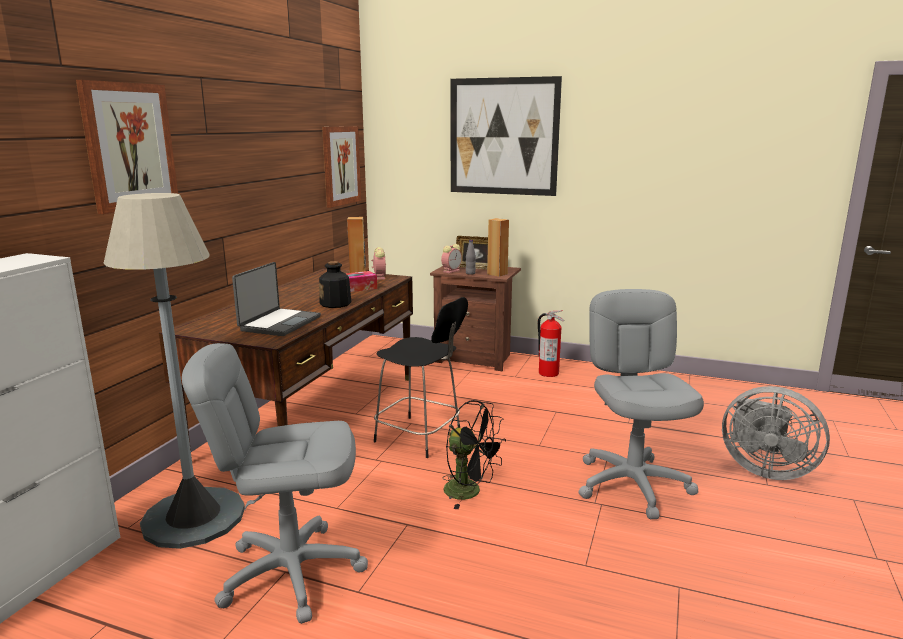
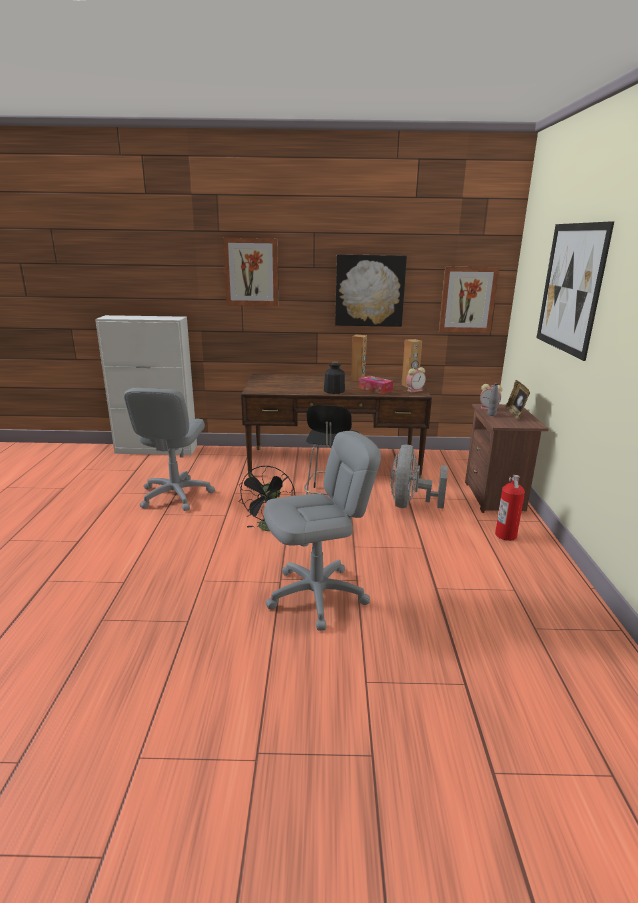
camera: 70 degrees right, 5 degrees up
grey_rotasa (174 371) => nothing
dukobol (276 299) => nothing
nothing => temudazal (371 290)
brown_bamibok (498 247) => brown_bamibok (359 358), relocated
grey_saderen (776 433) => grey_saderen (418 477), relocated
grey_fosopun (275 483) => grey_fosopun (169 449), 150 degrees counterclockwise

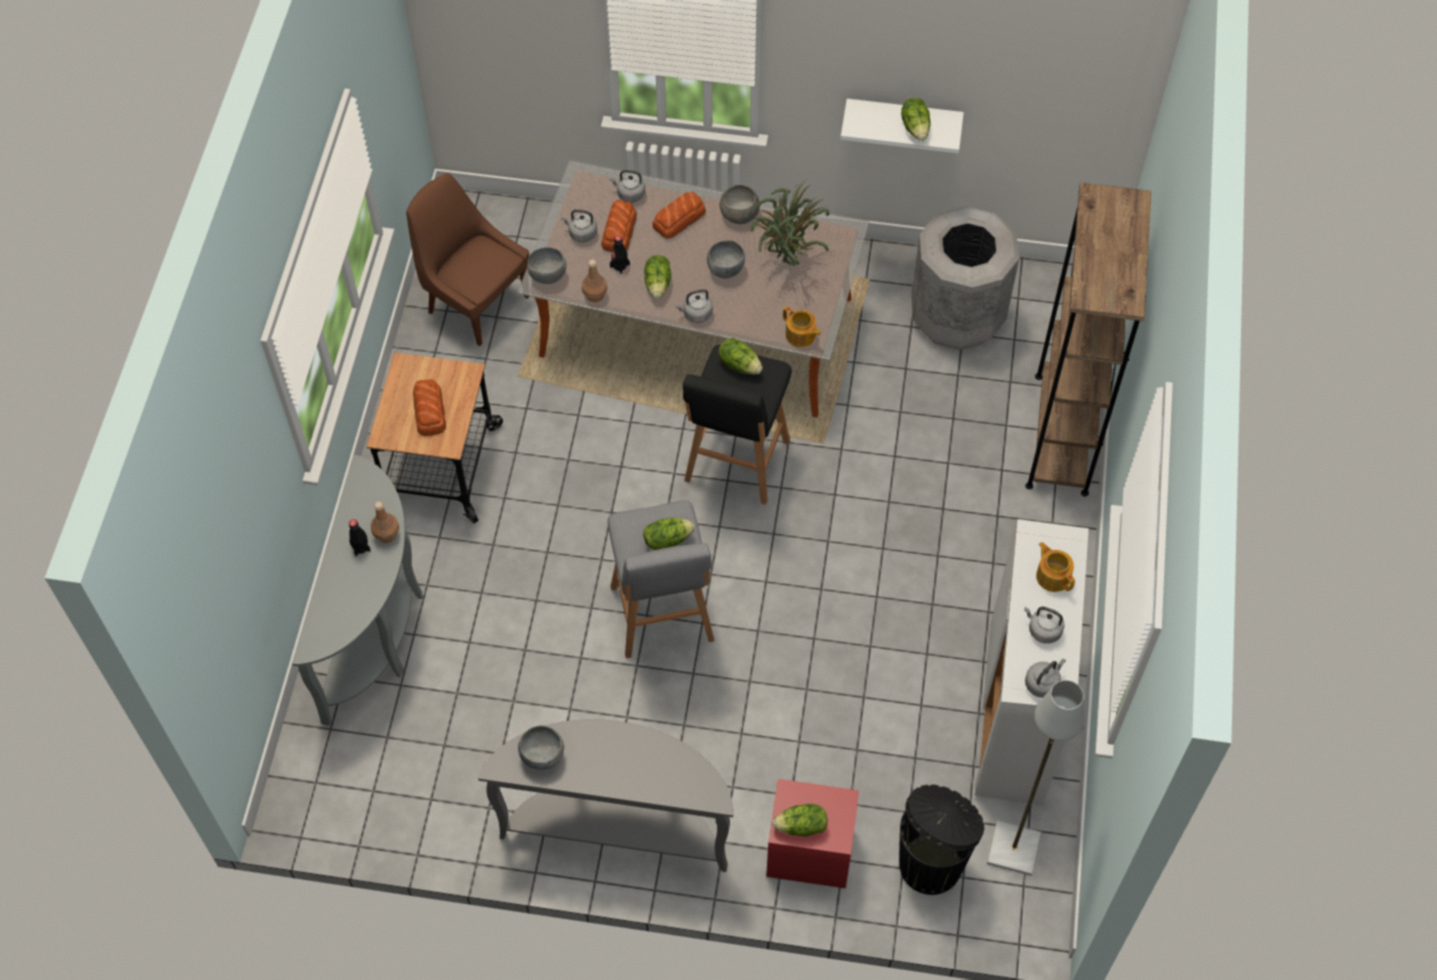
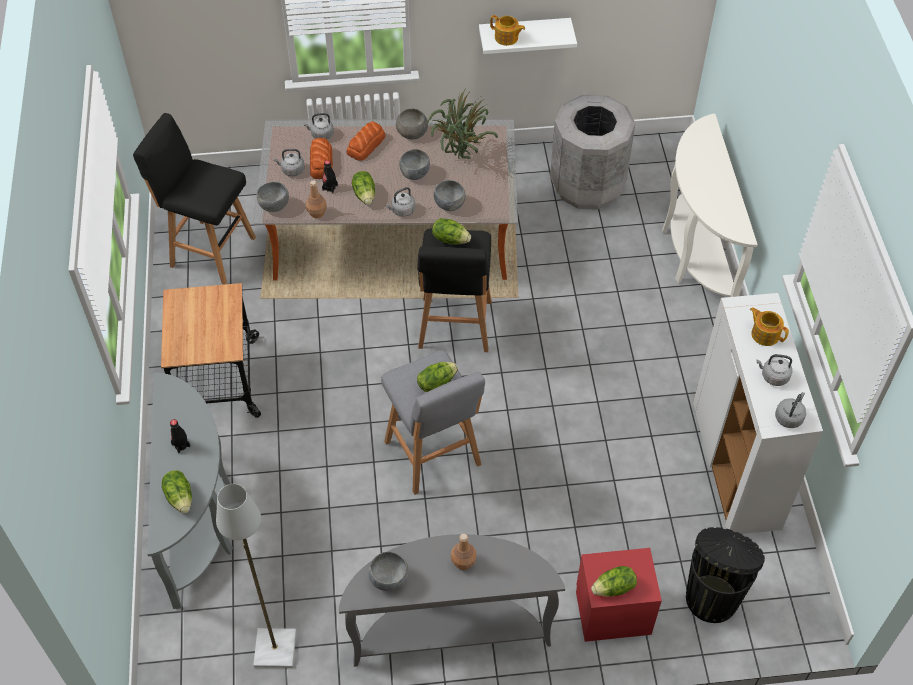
camera: 15 degrees left, 5 degrees down
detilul (429 407) => nothing
nothing => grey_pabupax (450 195)
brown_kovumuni (385 522) => brown_kovumuni (464 551), relocated
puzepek (802 326) => puzepek (507 30), relocated
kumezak (916 119) => kumezak (177 491), relocated
grey_rotasa (1036 778) => grey_rotasa (256 576), relocated
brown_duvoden (467 259) => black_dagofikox (194 199)
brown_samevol (1088 339) => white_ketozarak (710 205)

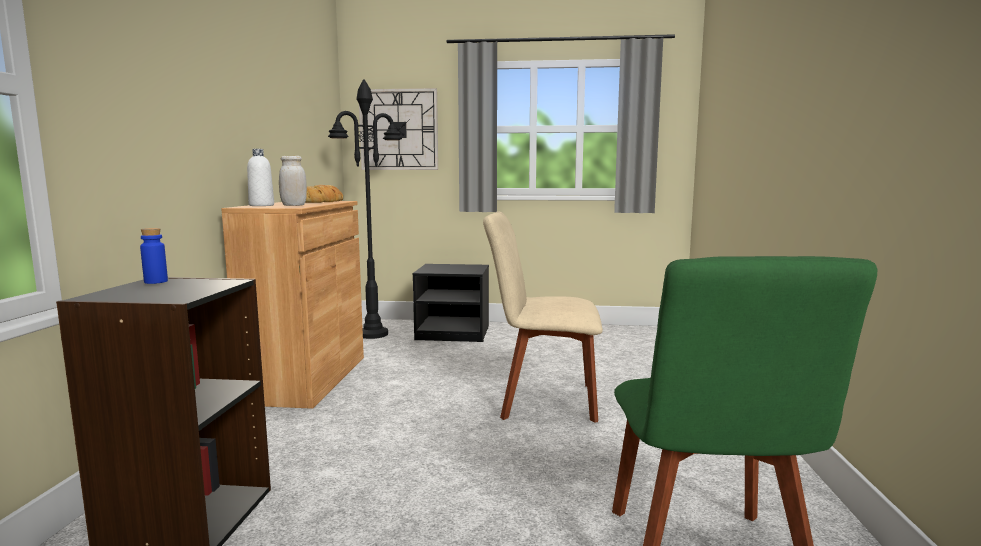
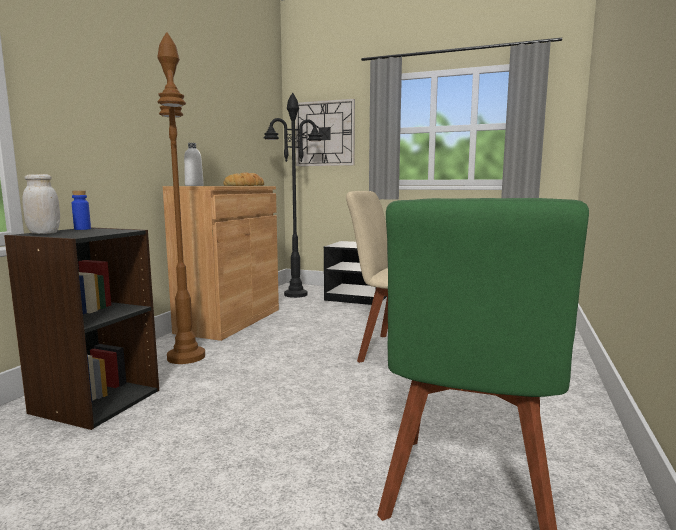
camera: 15 degrees right, 0 degrees up
nothing => brown_rotasa (181 198)
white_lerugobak (293 181) => white_lerugobak (41 204), relocated

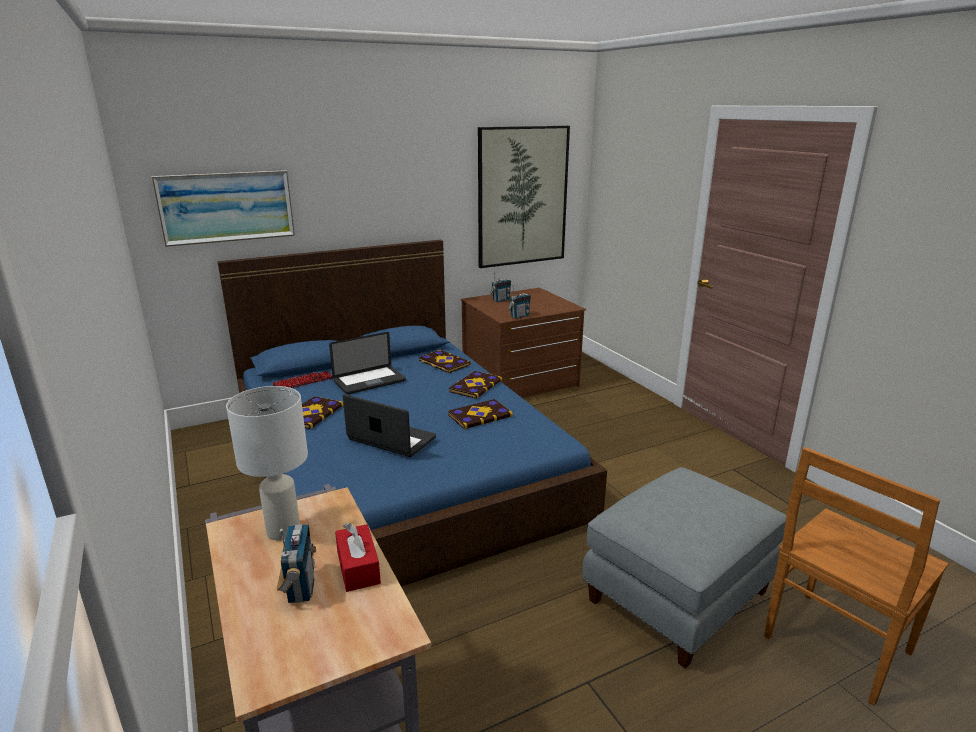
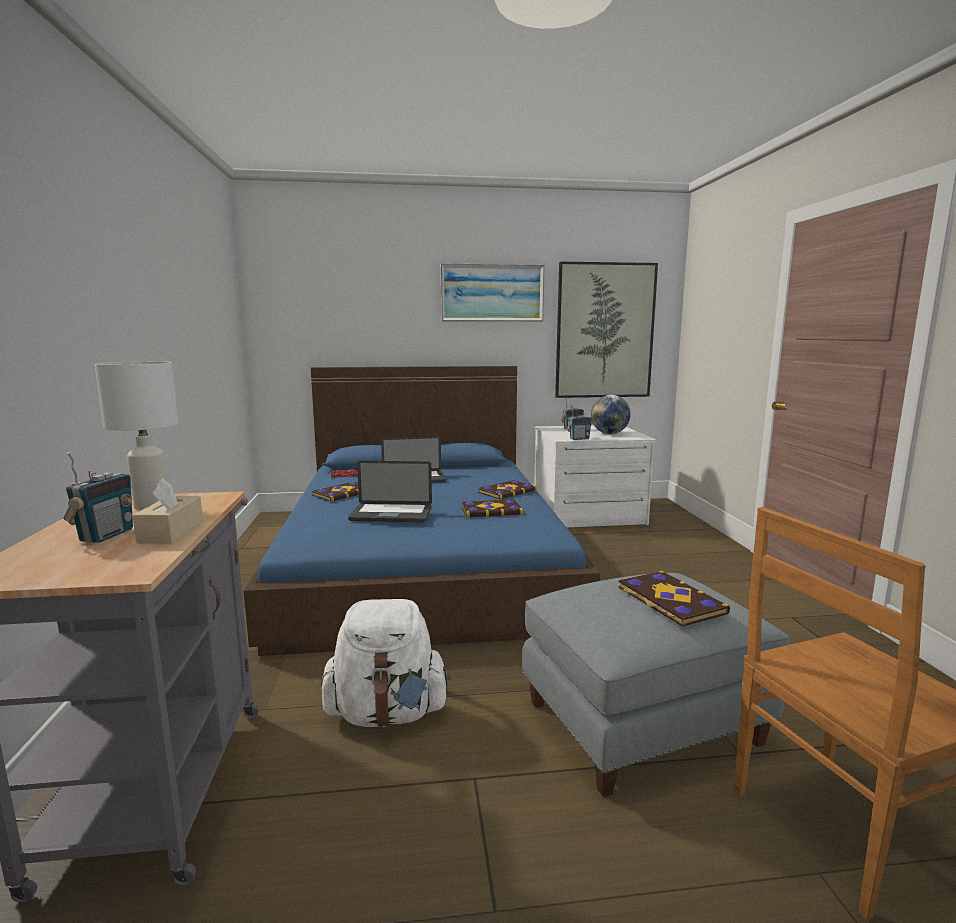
camera: 20 degrees right, 10 degrees down
nothing => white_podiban (386 663)
nothing => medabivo (611 414)
temudazal (223 208) => temudazal (493 292), relocated
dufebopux (445 361) => dufebopux (674 599), relocated
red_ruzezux (358 557) => beige_ruzezux (167 510)
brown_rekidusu (523 343) => white_rekidusu (595 476)
dukobol (389 425) => dukobol (390 491), 135 degrees clockwise

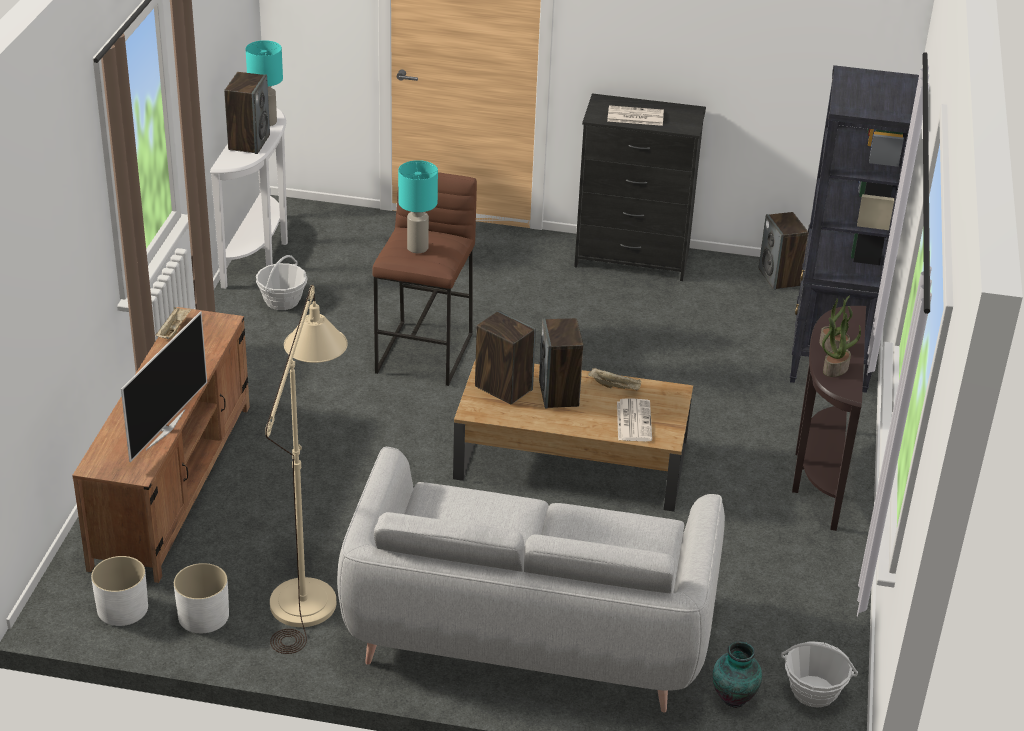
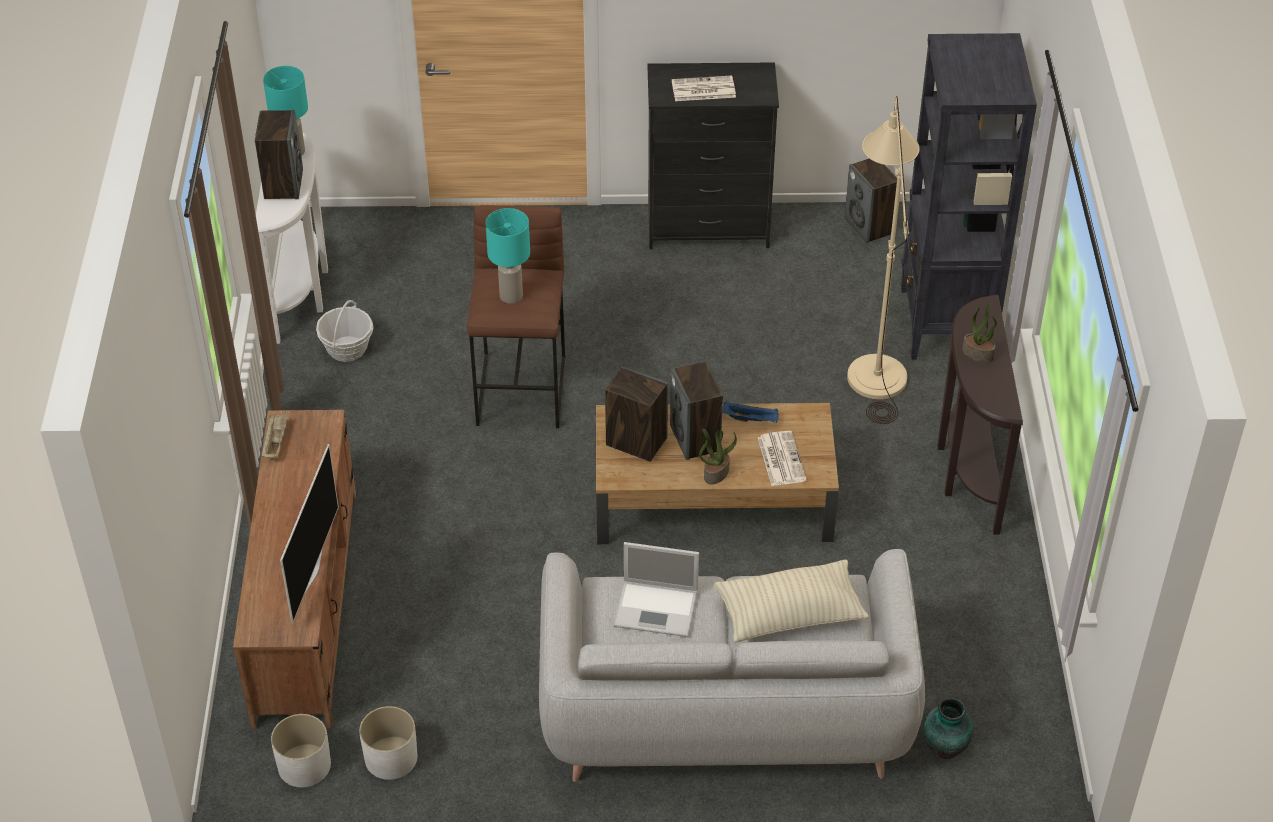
camera: 10 degrees left, 10 degrees up
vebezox (819 674) => nothing
nothing => dukobol (656 589)
nothing => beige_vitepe (791 601)
beige_rotasa (306 469) => beige_rotasa (883 260), relocated
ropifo (841 347) => ropifo (718 456), relocated
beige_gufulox (614 378) => blue_gufulox (750 412)

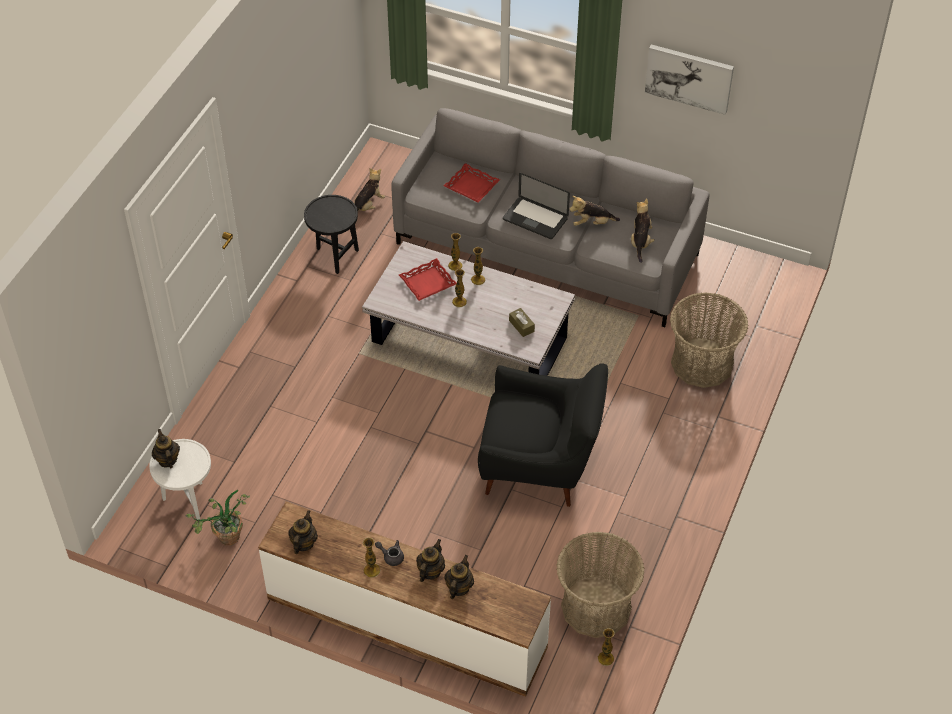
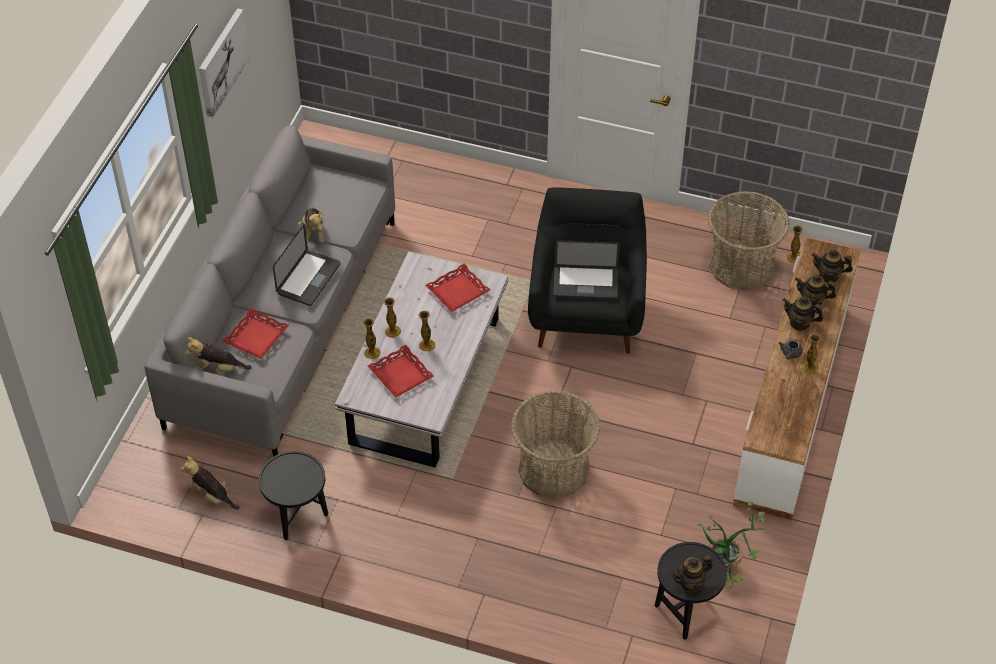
camera: 95 degrees left, 0 degrees up
nothing => dukobol (586 269)
puzepek (303 532) => puzepek (832 266), relocated
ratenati (643 230) => ratenati (218 354), relocated
vebezox (709 340) => vebezox (555 444), relocated
brown_ruzezux (522 322) => red_gufulox (457 288)
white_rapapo (180 479) => black_rapapo (690 591)

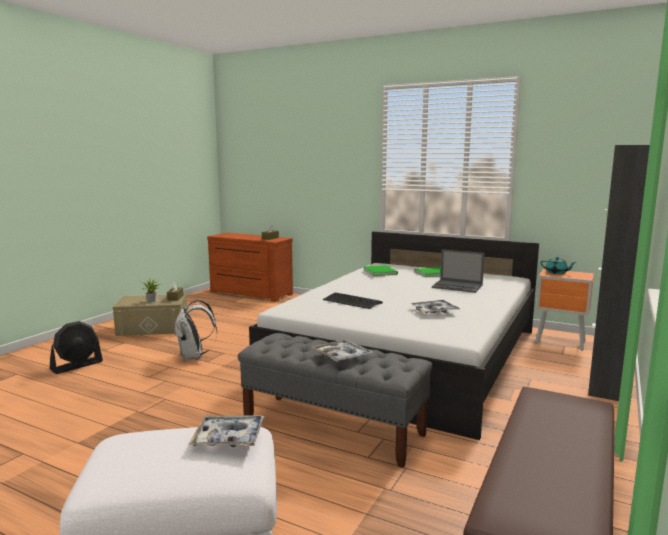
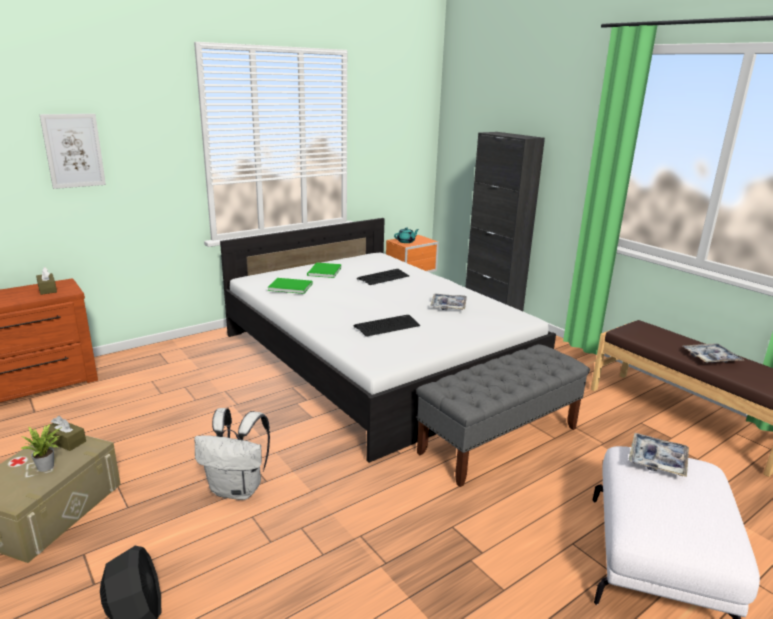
camera: 65 degrees left, 10 degrees up
nothing => temudazal (72 151)
gufulox (343 351) => gufulox (714 353), relocated
dukobol (458 271) => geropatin (383 277)

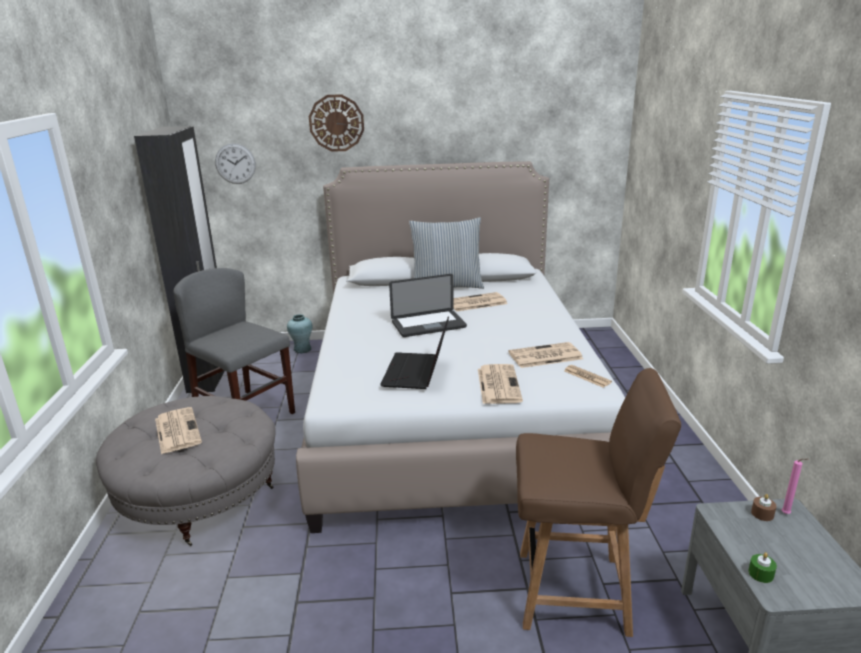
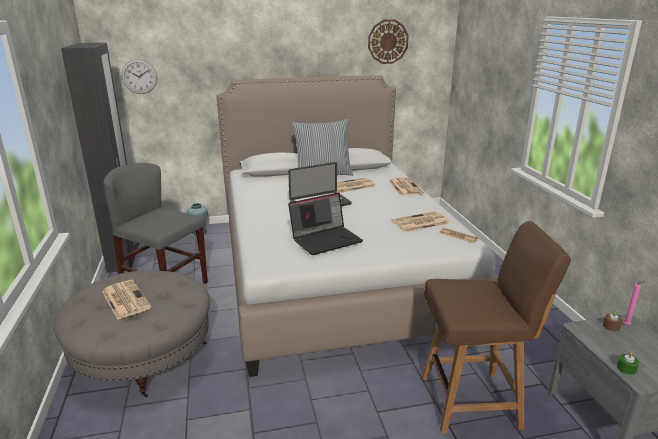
camera: 10 degrees left, 0 degrees up
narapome (336 123) => narapome (388 41), relocated
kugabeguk (500 384) => kugabeguk (406 186), relocated
dukobol (414 353) => dukobol (325 223), 120 degrees counterclockwise

